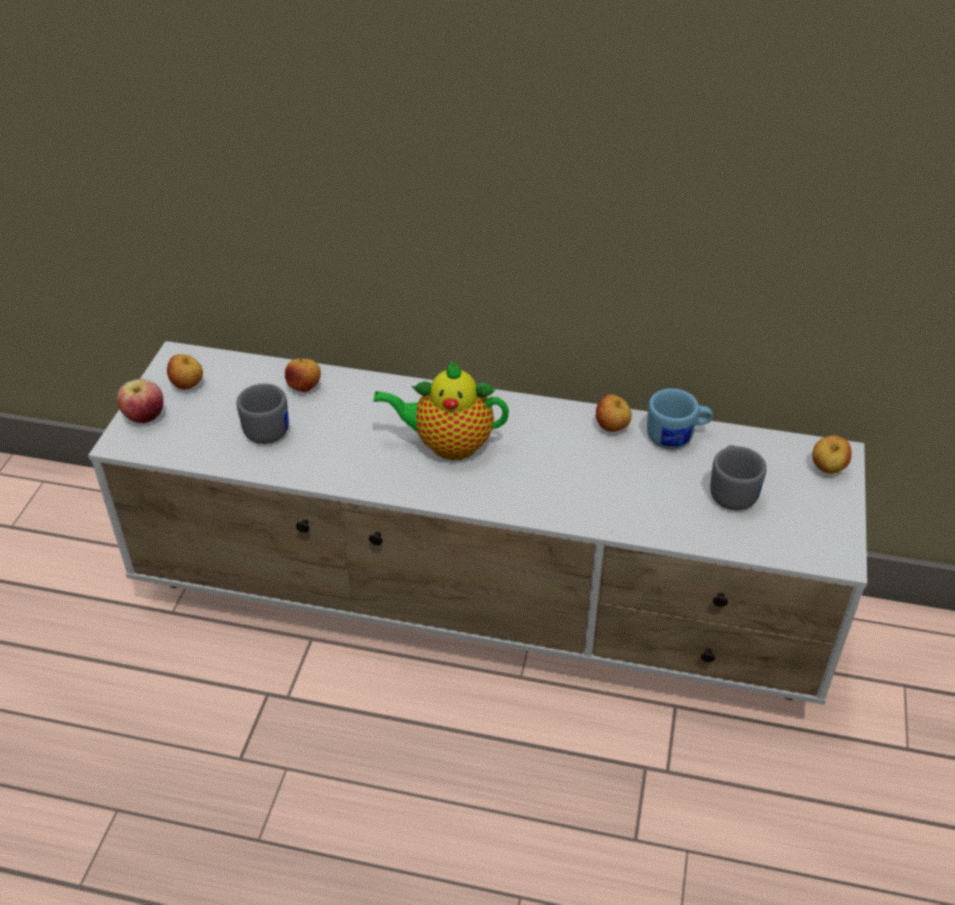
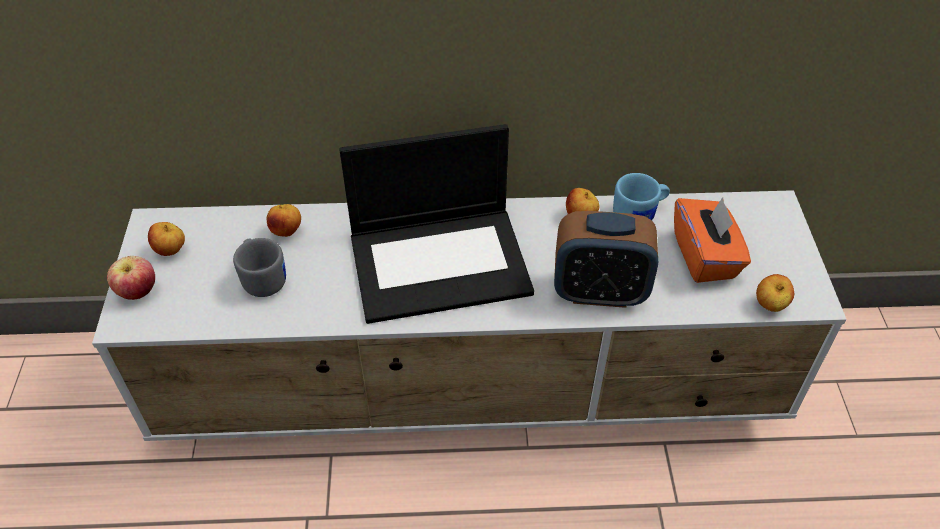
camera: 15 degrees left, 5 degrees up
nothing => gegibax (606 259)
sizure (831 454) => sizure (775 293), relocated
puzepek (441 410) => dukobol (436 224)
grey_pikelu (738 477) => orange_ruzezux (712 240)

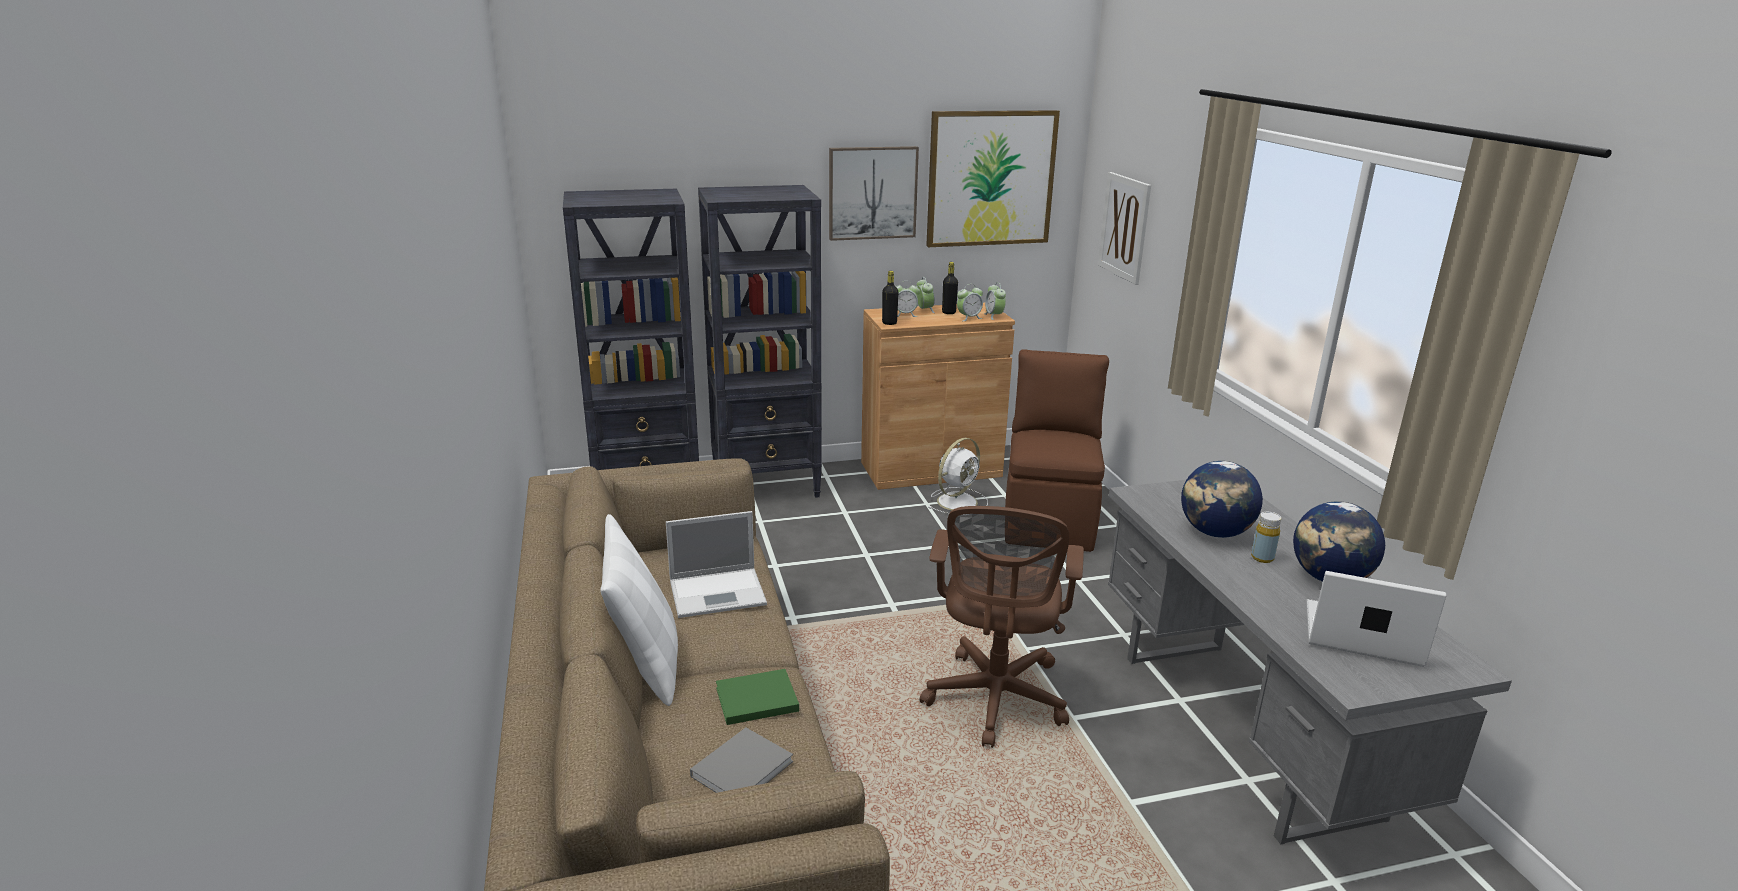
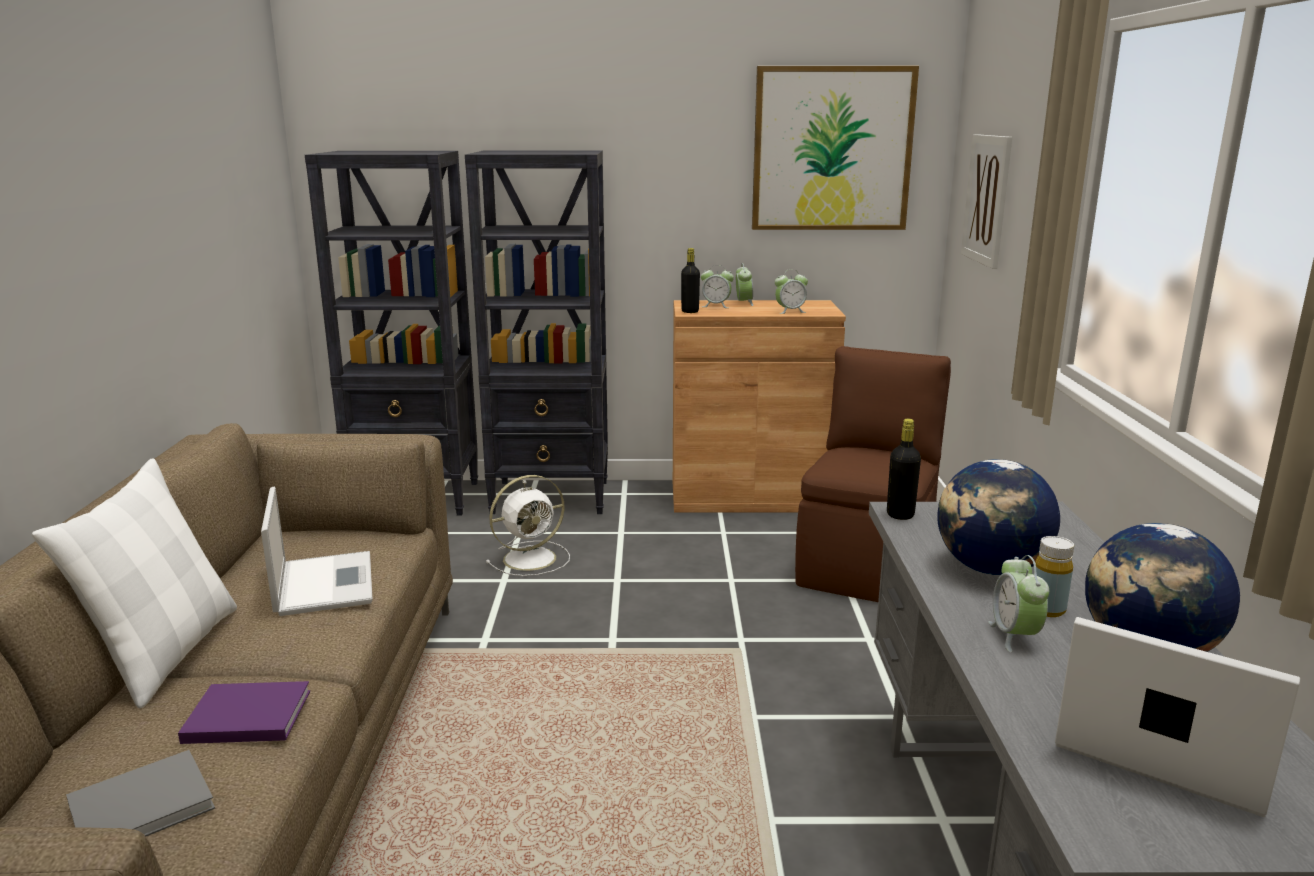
camera: 15 degrees right, 5 degrees down
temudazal (874 193) => nothing
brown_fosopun (1002 627) => nothing
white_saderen (958 476) => white_saderen (528 525), relocated
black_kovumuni (950 288) => black_kovumuni (904 469), relocated
gegibax (995 301) => gegibax (1018 603), relocated
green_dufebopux (757 697) => purple_dufebopux (244 712)
dukobol (716 564) => dukobol (317 551), 105 degrees counterclockwise

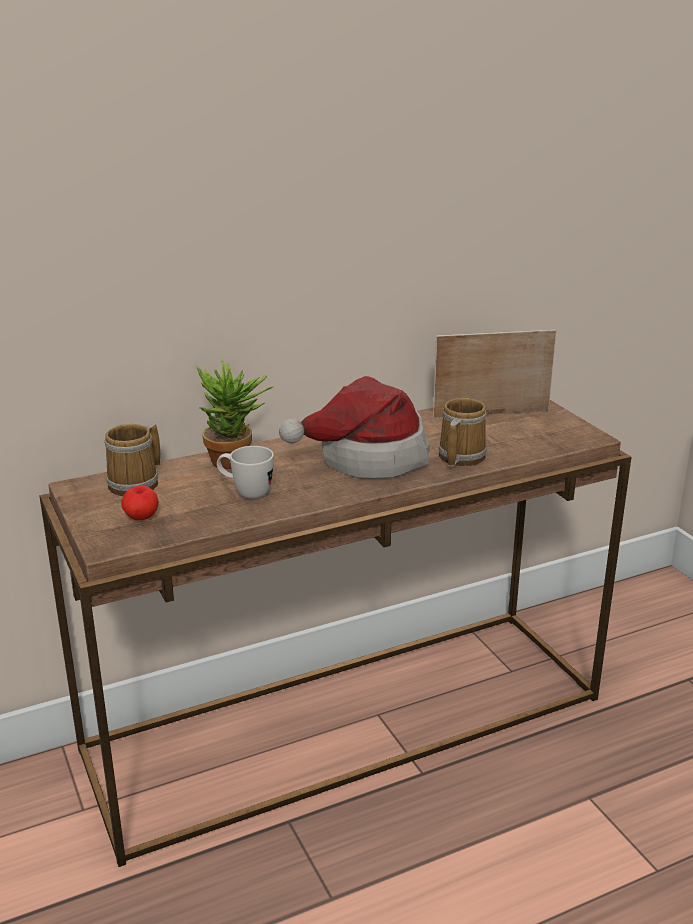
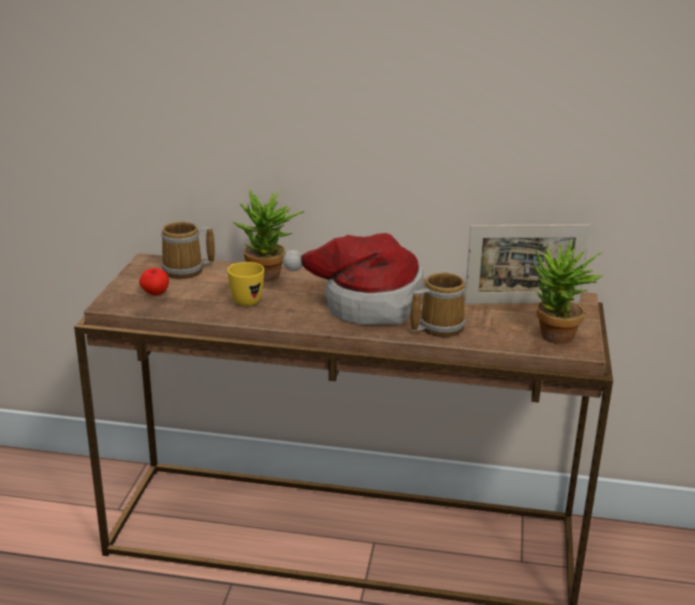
camera: 35 degrees right, 0 degrees up
nothing => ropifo (569 291)
white_pikelu (245 472) => yellow_pikelu (245 284)
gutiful (494 373) => gutiful (527 264), 150 degrees clockwise

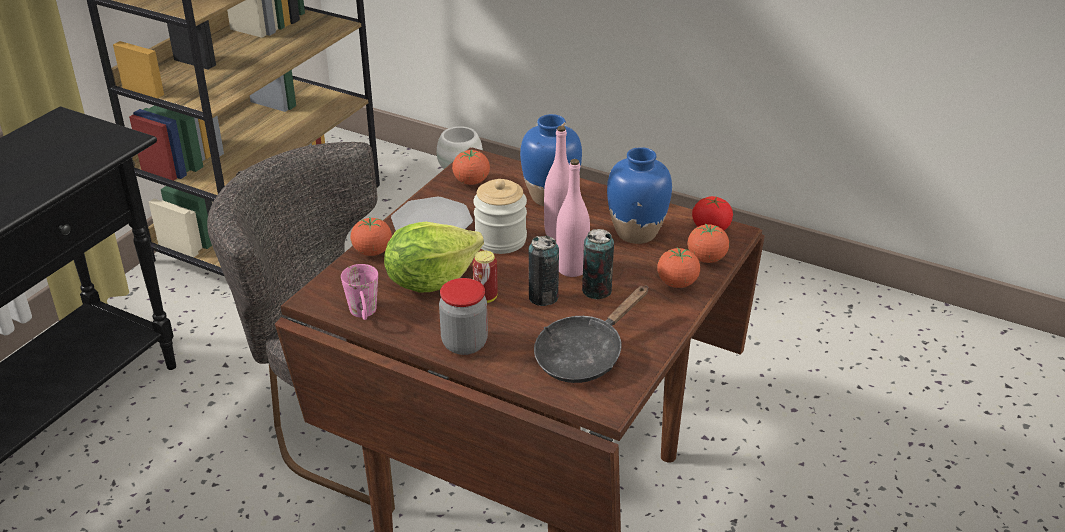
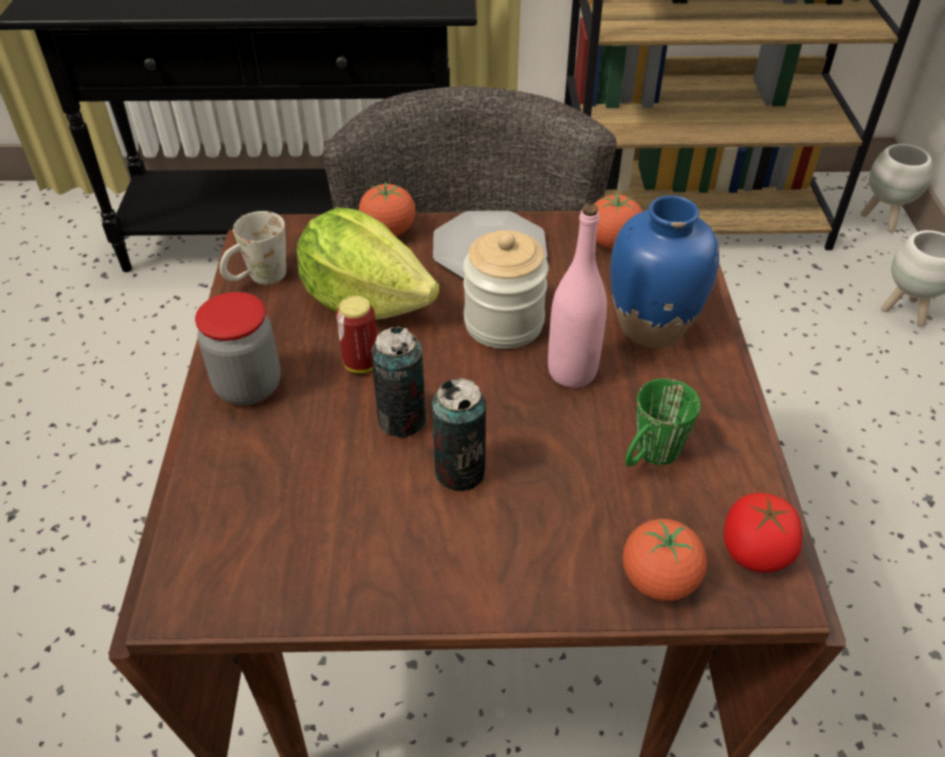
camera: 60 degrees right, 10 degrees up
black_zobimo (591 334) => nothing
pink_kovumuni (573 218) => nothing
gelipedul (678 267) => nothing
nothing => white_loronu (896 188)
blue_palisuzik (639 195) => green_pikelu (663 422)
pink_pikelu (359 292) => white_pikelu (253 247)

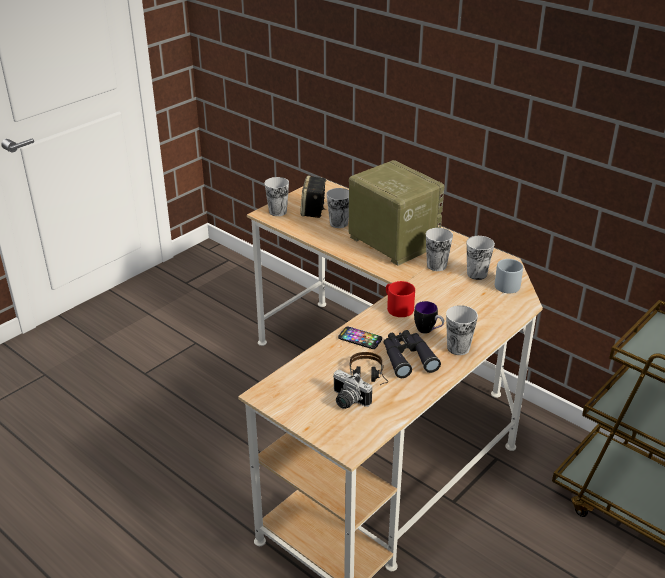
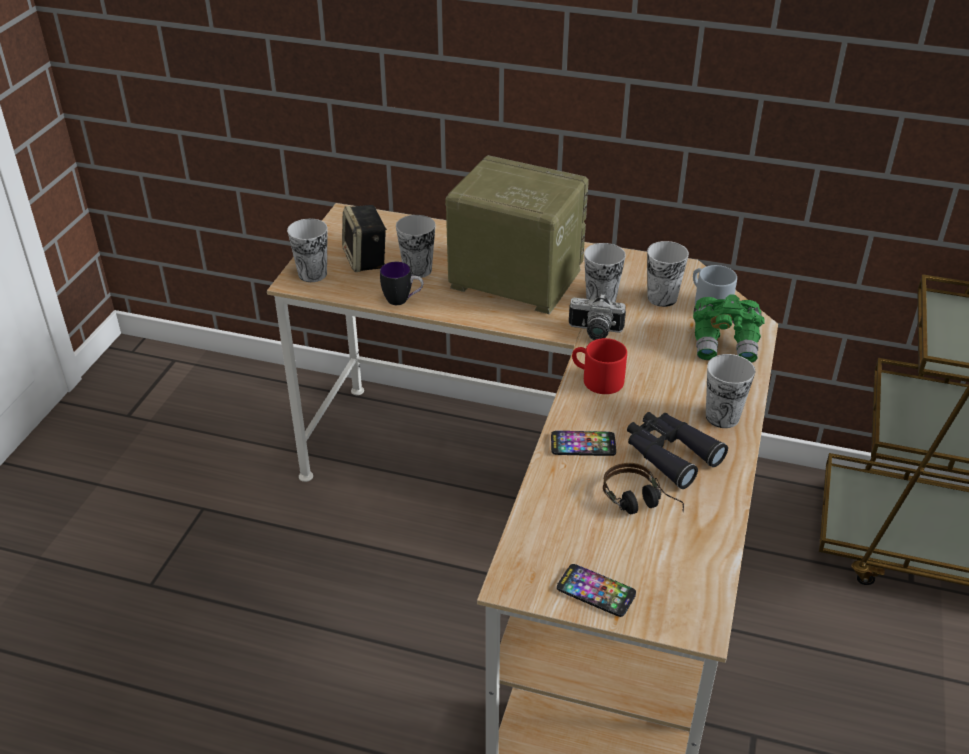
camera: 25 degrees left, 5 degrees up
nothing => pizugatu (596 590)
nothing => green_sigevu (728 328)
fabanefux (352 389) => fabanefux (597 317), relocated
pikelu (429 317) => pikelu (401 283), relocated

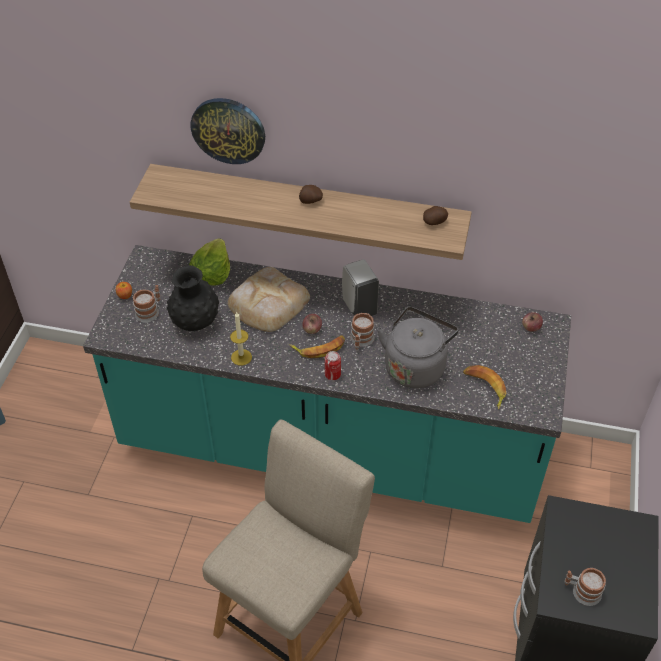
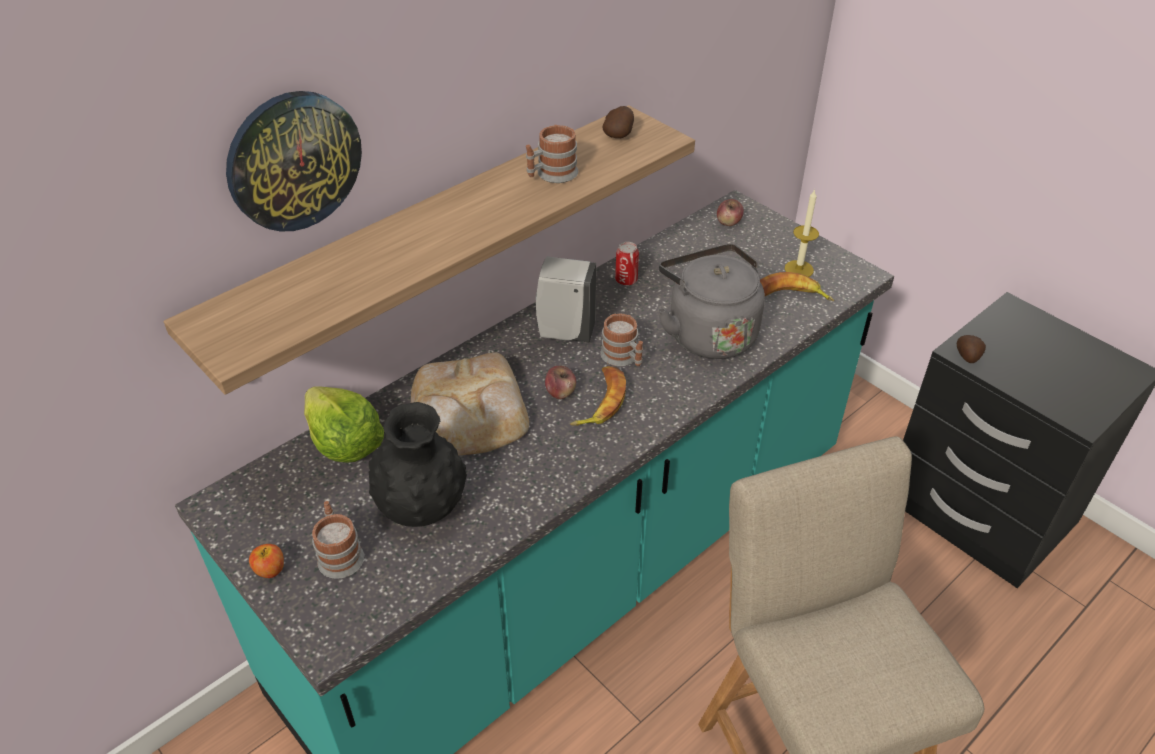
camera: 55 degrees left, 5 degrees down
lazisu (241 339) => lazisu (802 233), relocated
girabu (311 194) => girabu (971 349), relocated
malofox (333 365) => malofox (627 263), relocated
pikelu (585 587) => pikelu (552 154), relocated

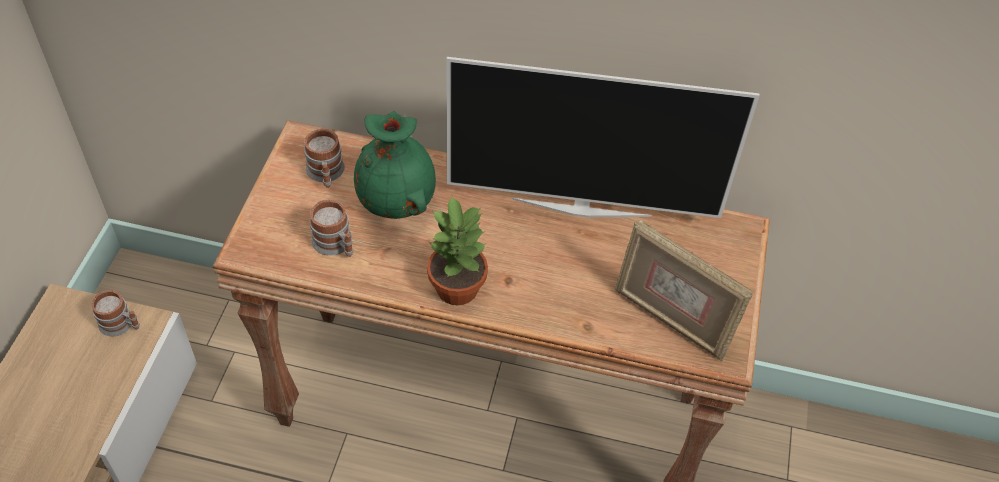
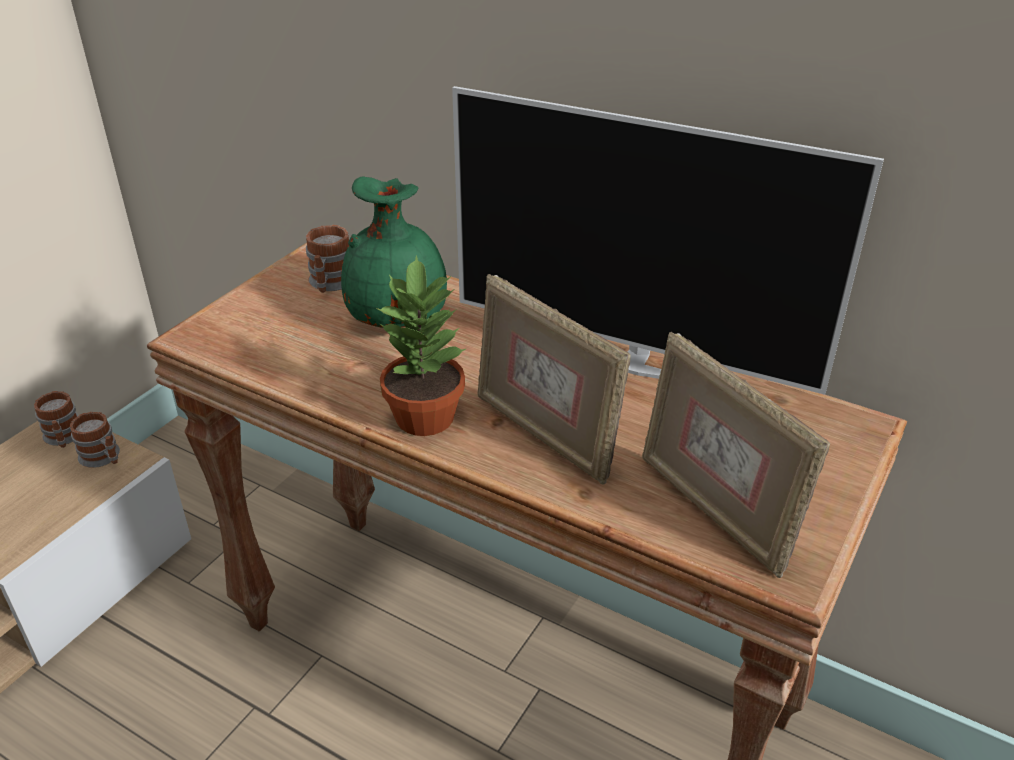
camera: 20 degrees right, 15 degrees down
nothing => gutiful (554 379)
pikelu (331 228) => pikelu (56 419), relocated

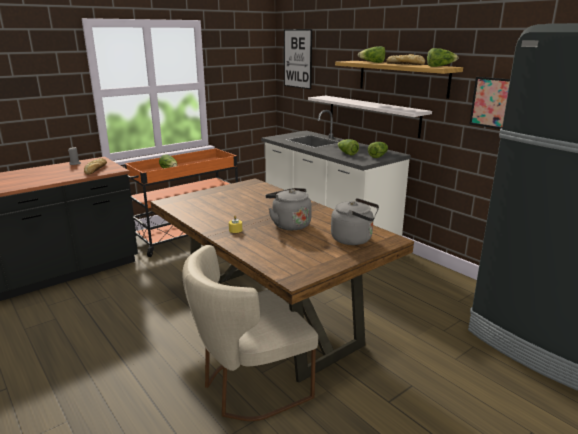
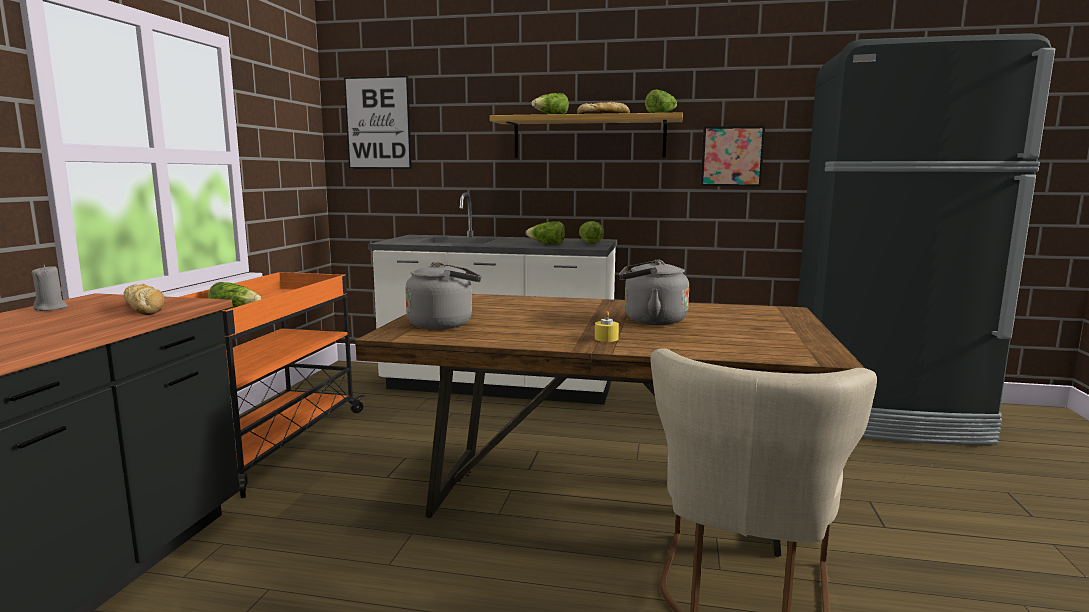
camera: 40 degrees left, 10 degrees down
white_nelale (370 117) => nothing
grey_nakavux (355 221) => grey_nakavux (443 295), relocated

